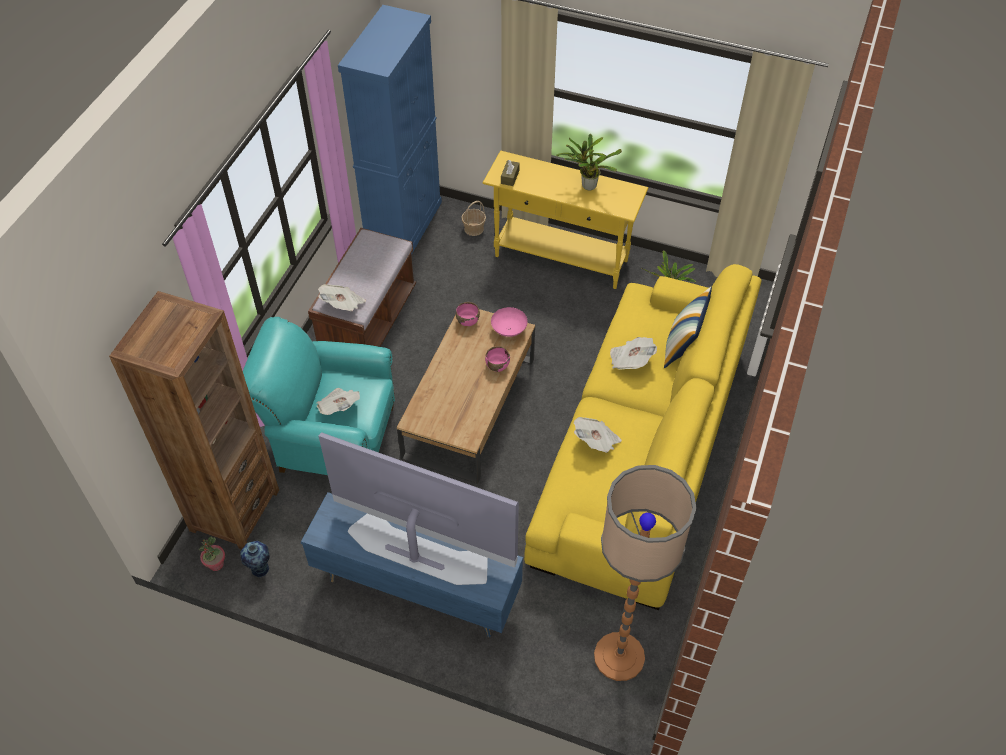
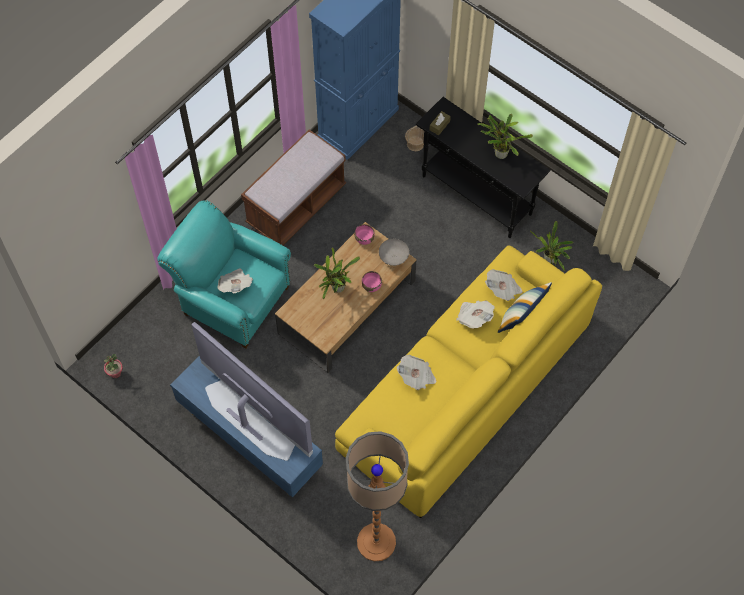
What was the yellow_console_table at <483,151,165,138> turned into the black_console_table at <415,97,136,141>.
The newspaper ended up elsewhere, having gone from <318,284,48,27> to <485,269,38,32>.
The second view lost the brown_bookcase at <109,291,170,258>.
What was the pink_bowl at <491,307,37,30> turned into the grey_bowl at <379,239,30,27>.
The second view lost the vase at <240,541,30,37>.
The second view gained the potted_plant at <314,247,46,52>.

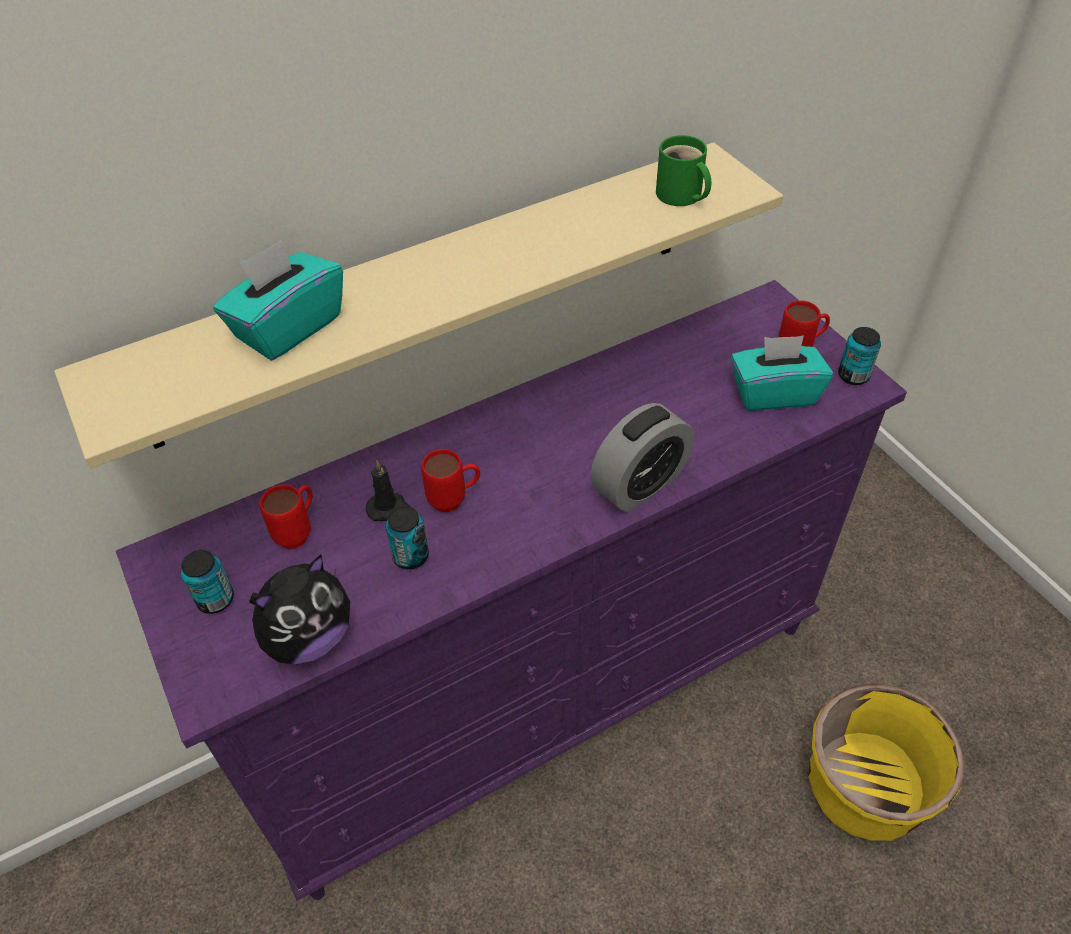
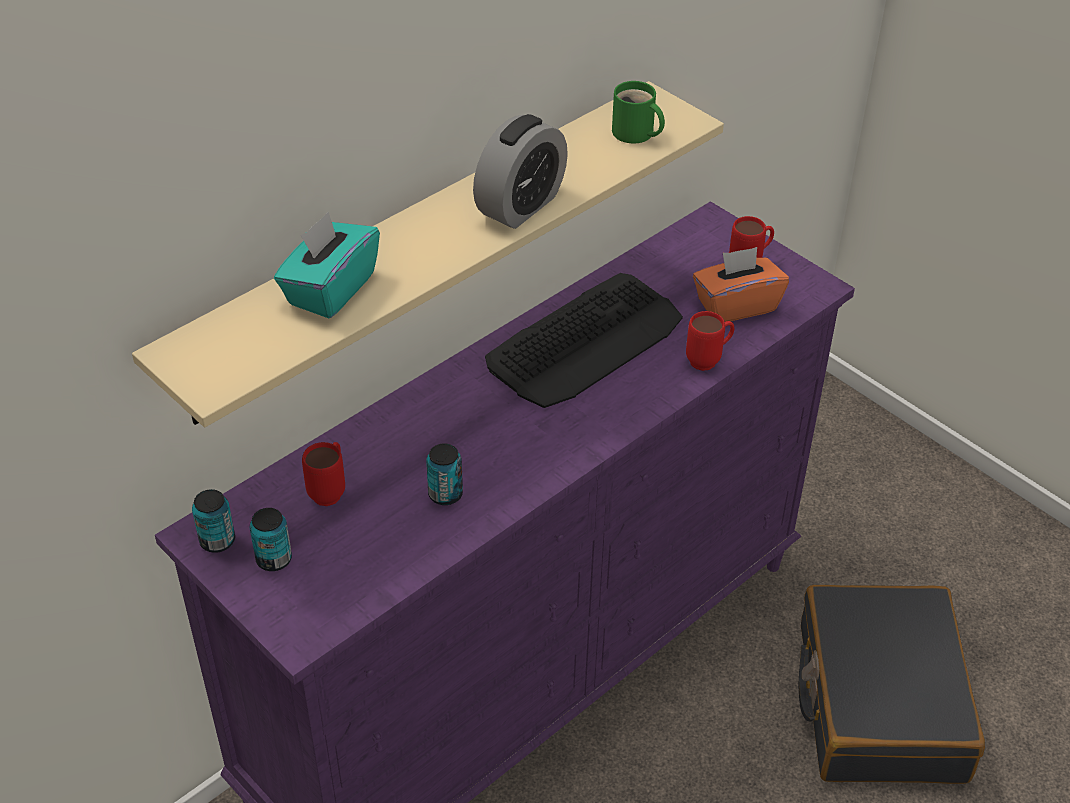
The can ended up elsewhere, having gone from <838,327,43,58> to <192,489,43,64>.
What was the turquoise_tissue_box at <731,336,102,74> turned into the orange_tissue_box at <693,247,96,75>.
The alarm_clock ended up elsewhere, having gone from <591,403,103,109> to <473,114,95,115>.
The red_mug ended up elsewhere, having gone from <421,449,59,63> to <686,311,48,60>.
The second view lost the black_candle at <366,460,44,61>.
The second view lost the plush_toy at <250,555,100,110>.
Where the yellow_planter stood at <809,683,156,158>, the black_suitcase came to stand at <799,585,186,199>.
The second view gained the keyboard at <485,273,198,135>.

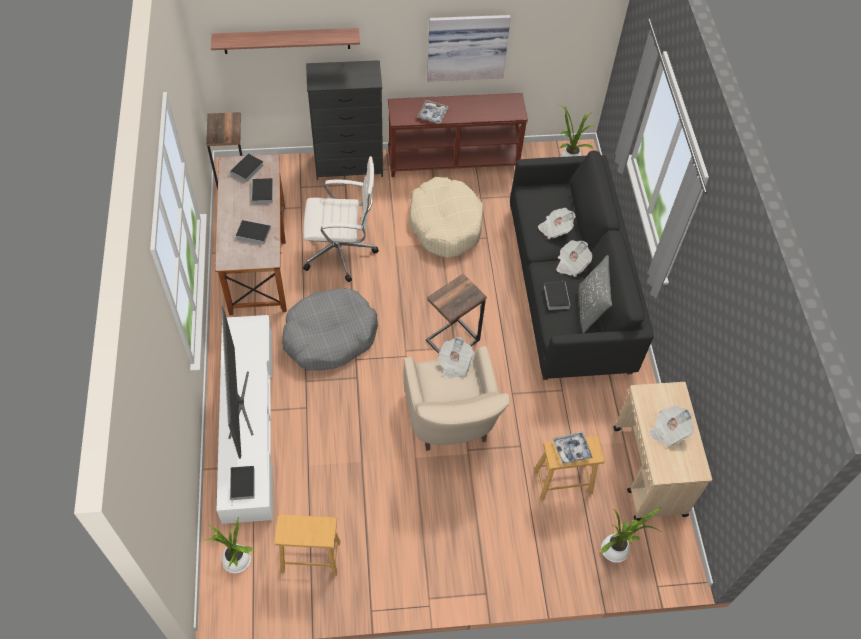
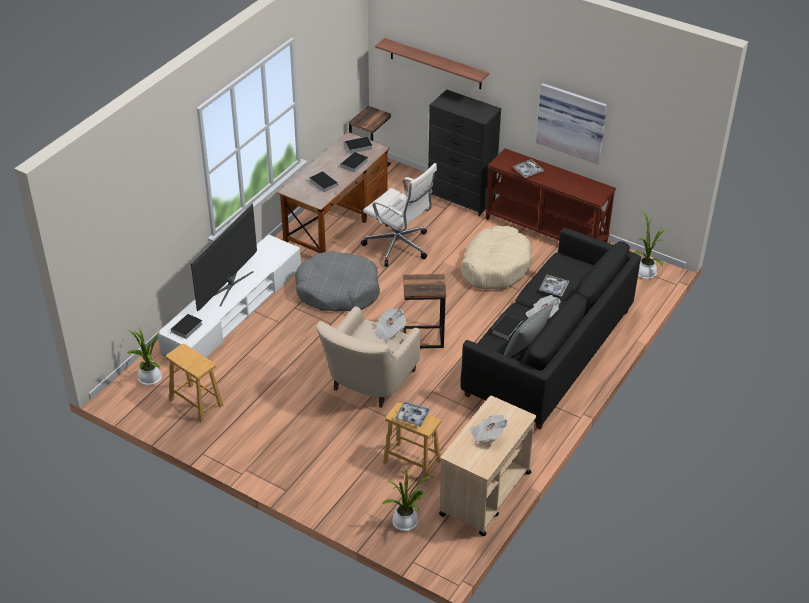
Where the newspaper stood at <538,208,38,31>, the tray came to stand at <539,275,30,22>.

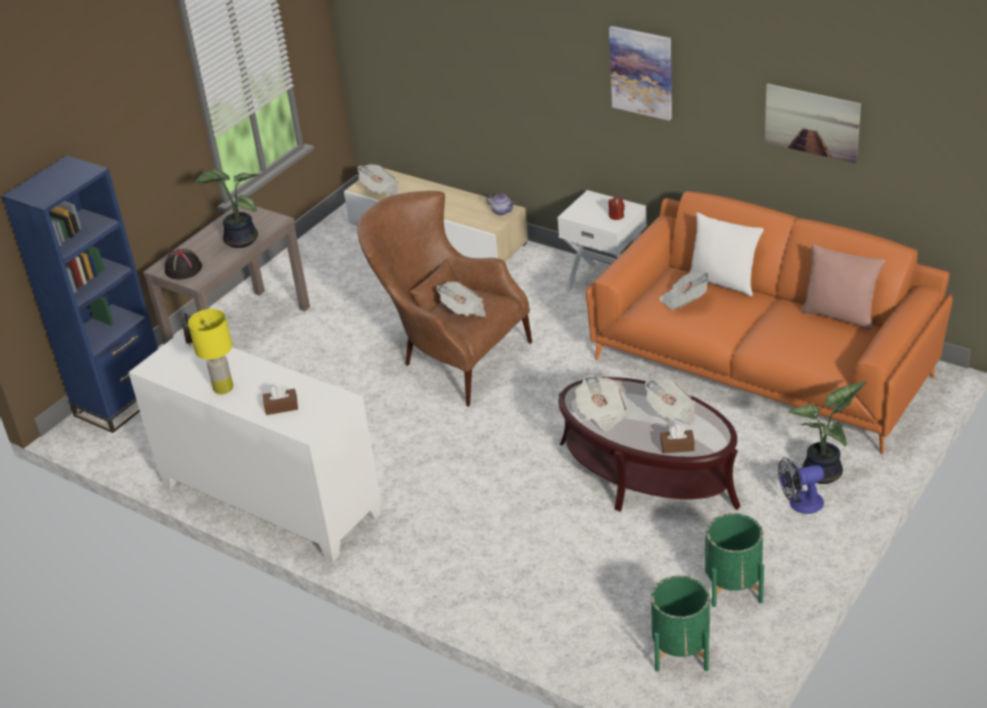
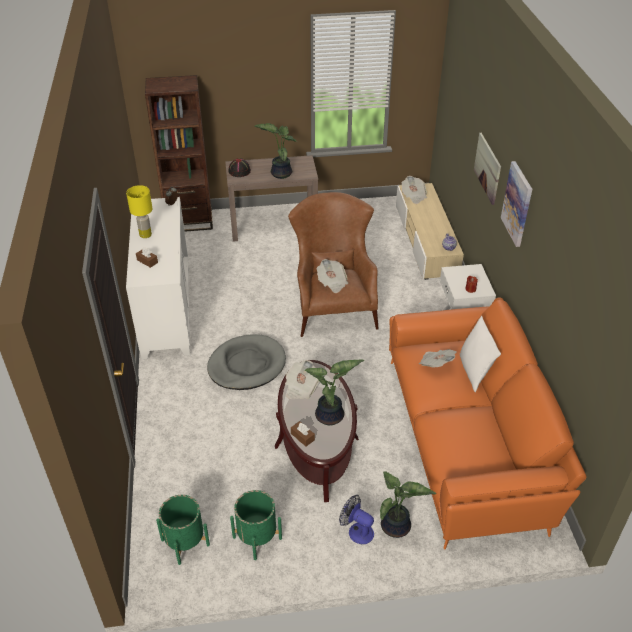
The picture ended up elsewhere, having gone from <765,84,96,80> to <474,133,27,72>.
What was the blue_bookcase at <2,155,156,278> turned into the brown_bookcase at <145,75,68,157>.
The second view lost the pink_pillow at <801,243,84,87>.
Where the newspaper stood at <645,377,51,47>, the potted_plant came to stand at <305,359,59,66>.
The second view gained the grey_dog_bed at <207,334,79,56>.

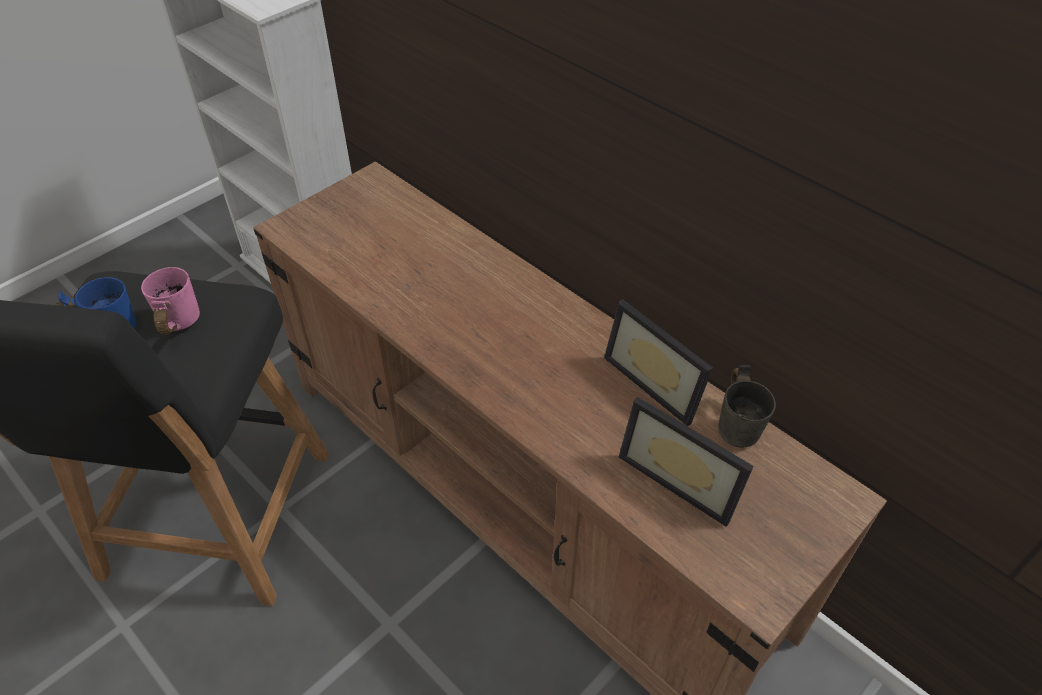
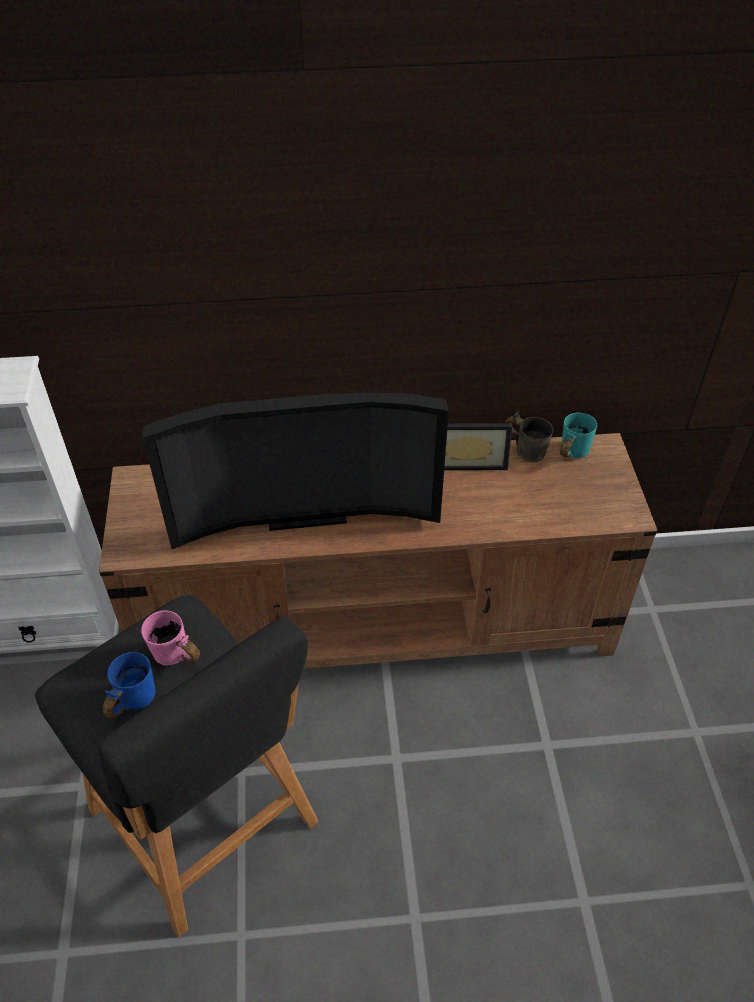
The second view lost the picture_frame at <619,396,135,131>.
The second view gained the television at <143,393,306,156>.
The second view gained the turquoise_mug at <560,413,37,45>.

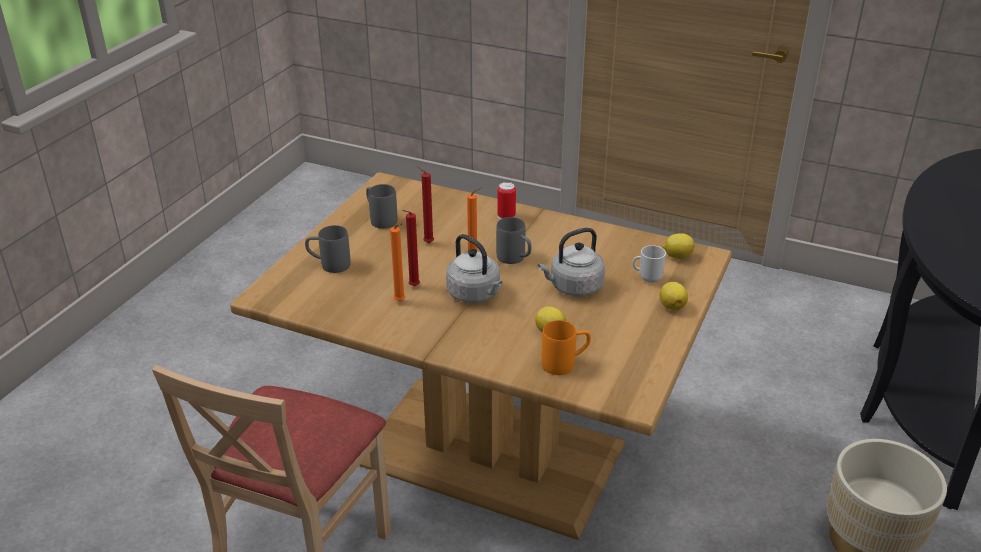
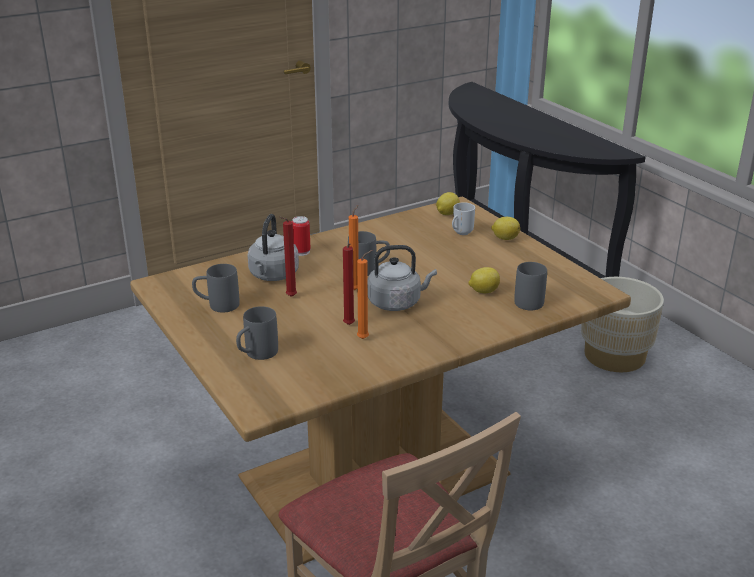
The grey_kettle ended up elsewhere, having gone from <538,228,67,68> to <248,214,51,67>.
What was the orange_mug at <541,320,50,55> turned into the grey_mug at <514,262,33,48>.

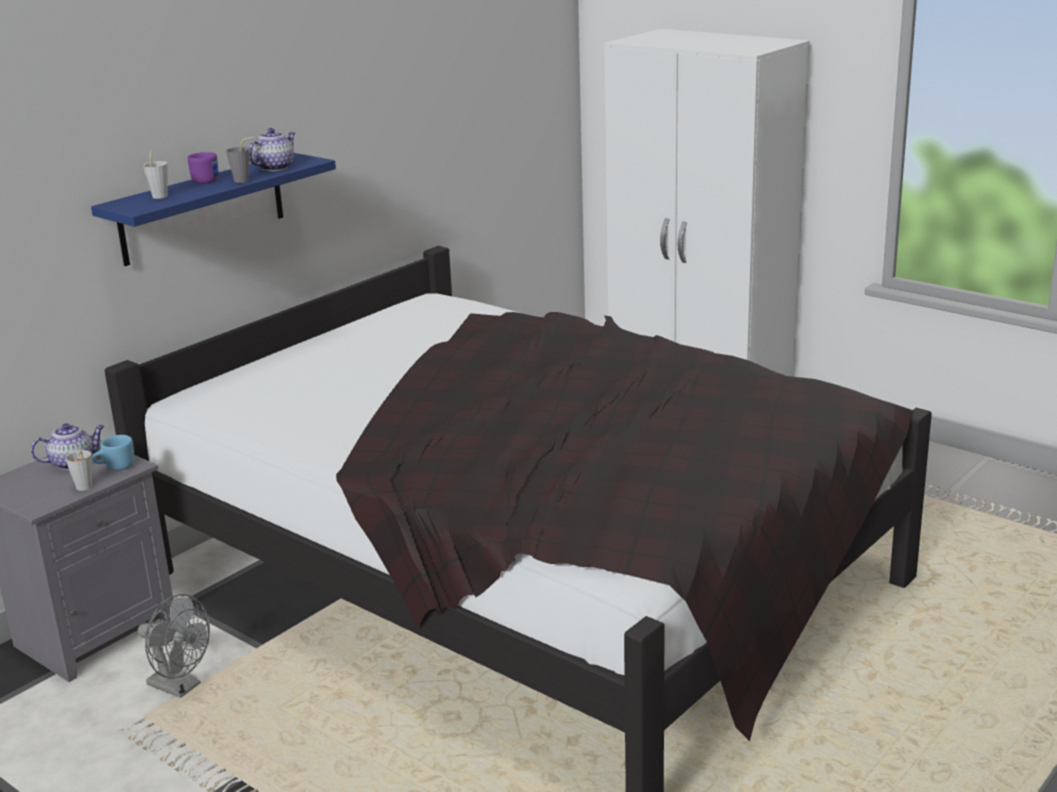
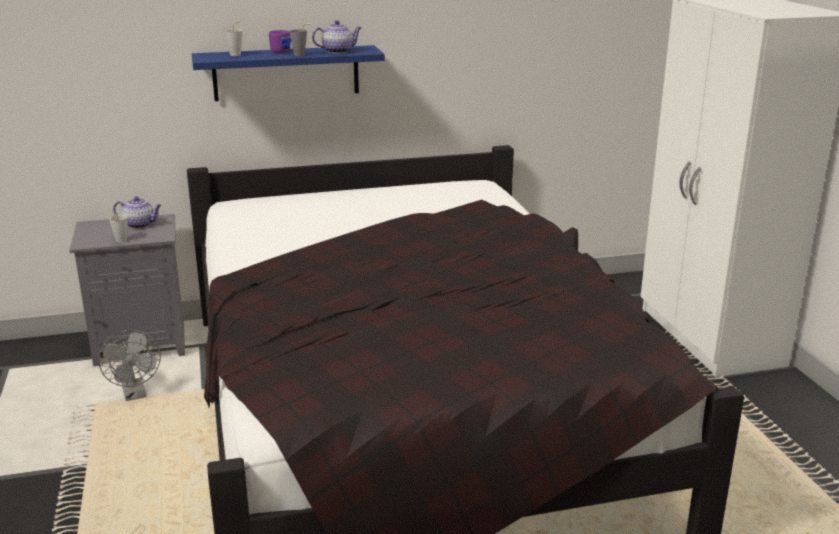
The second view lost the blue_mug at <92,435,43,36>.

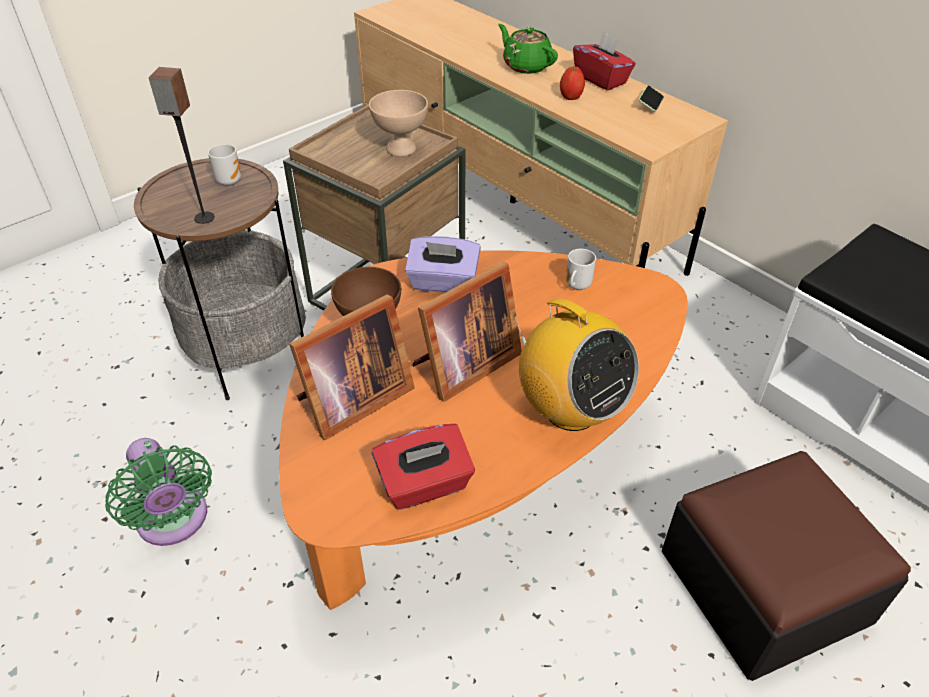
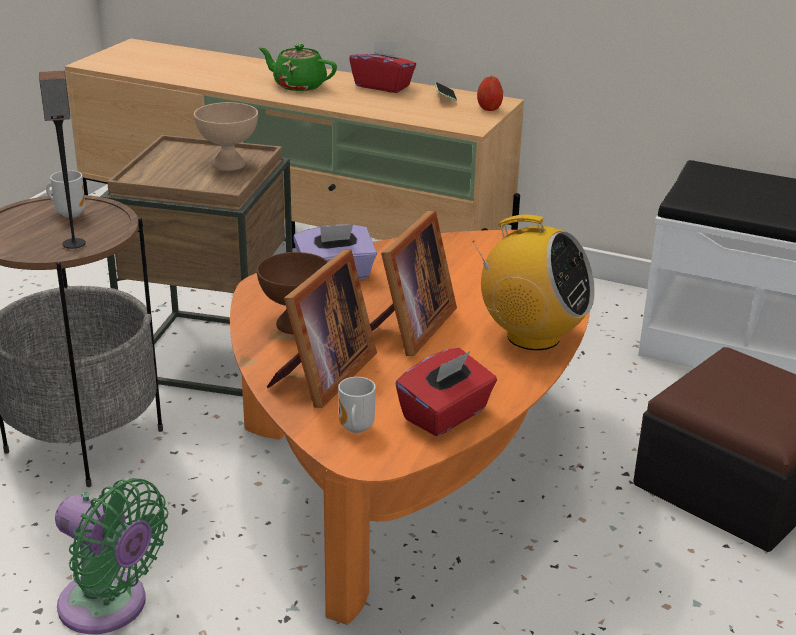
The apple ended up elsewhere, having gone from <560,67,25,33> to <477,76,26,35>.
The mug ended up elsewhere, having gone from <566,249,30,41> to <338,377,38,56>.

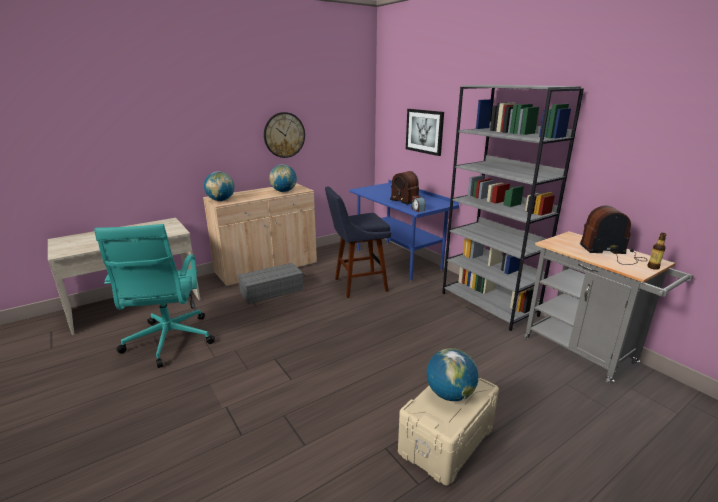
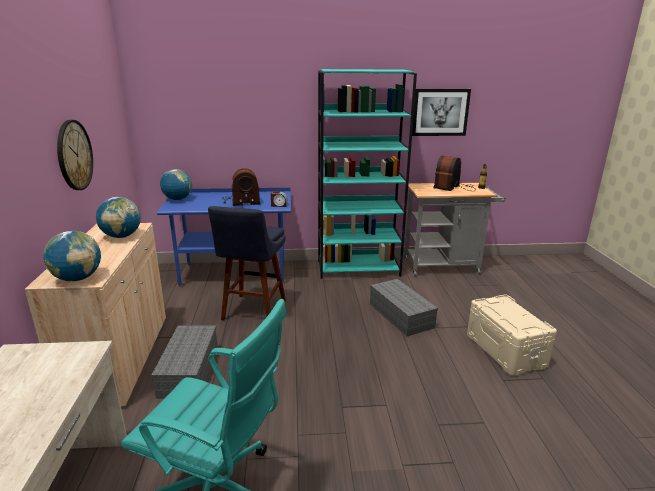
What was the grey_bookcase at <442,85,142,246> turned into the turquoise_bookcase at <318,69,99,210>.
The picture ended up elsewhere, having gone from <406,109,38,47> to <412,89,59,47>.
The globe ended up elsewhere, having gone from <427,348,52,53> to <160,169,32,31>.
The second view gained the grey_storage_box at <370,279,68,57>.

